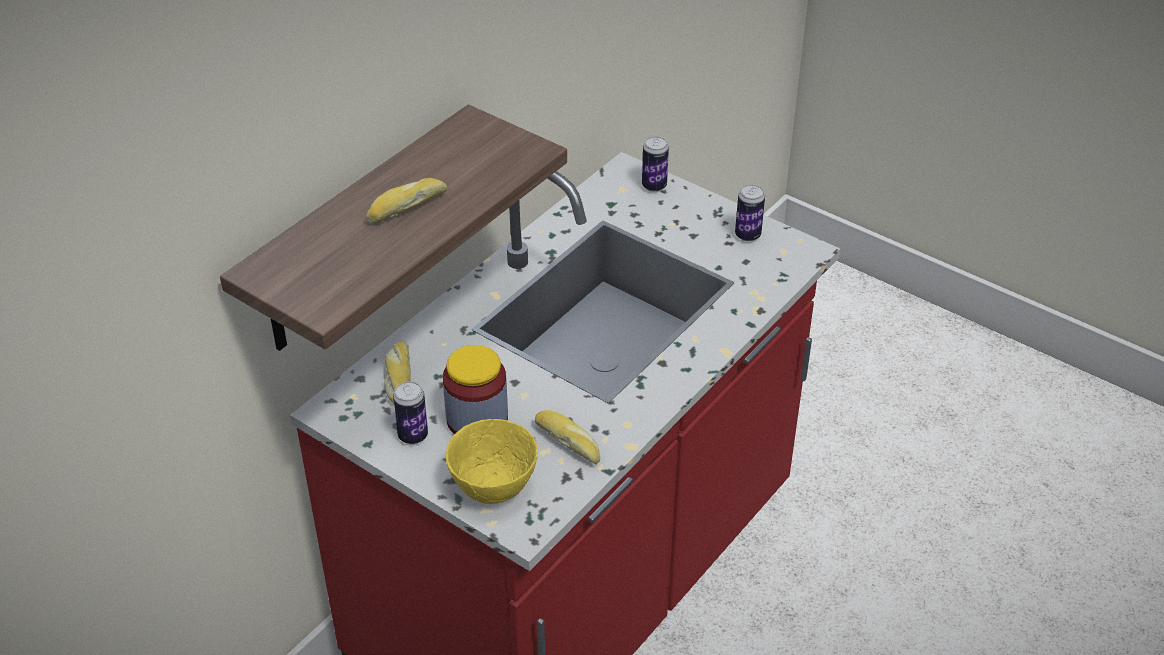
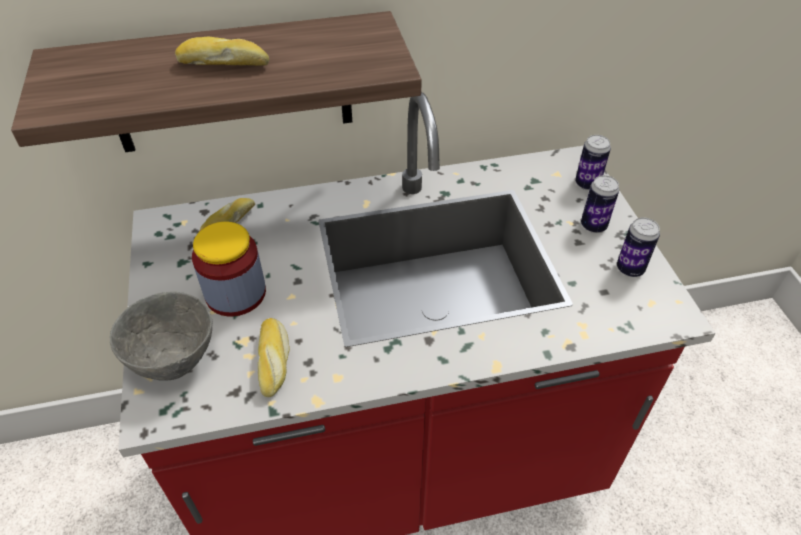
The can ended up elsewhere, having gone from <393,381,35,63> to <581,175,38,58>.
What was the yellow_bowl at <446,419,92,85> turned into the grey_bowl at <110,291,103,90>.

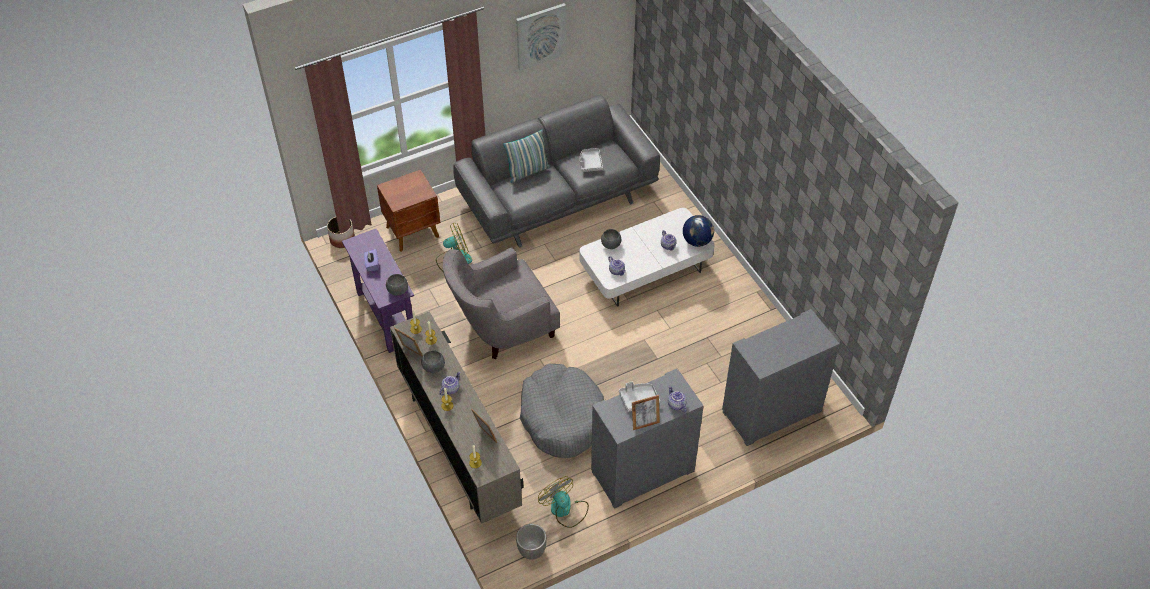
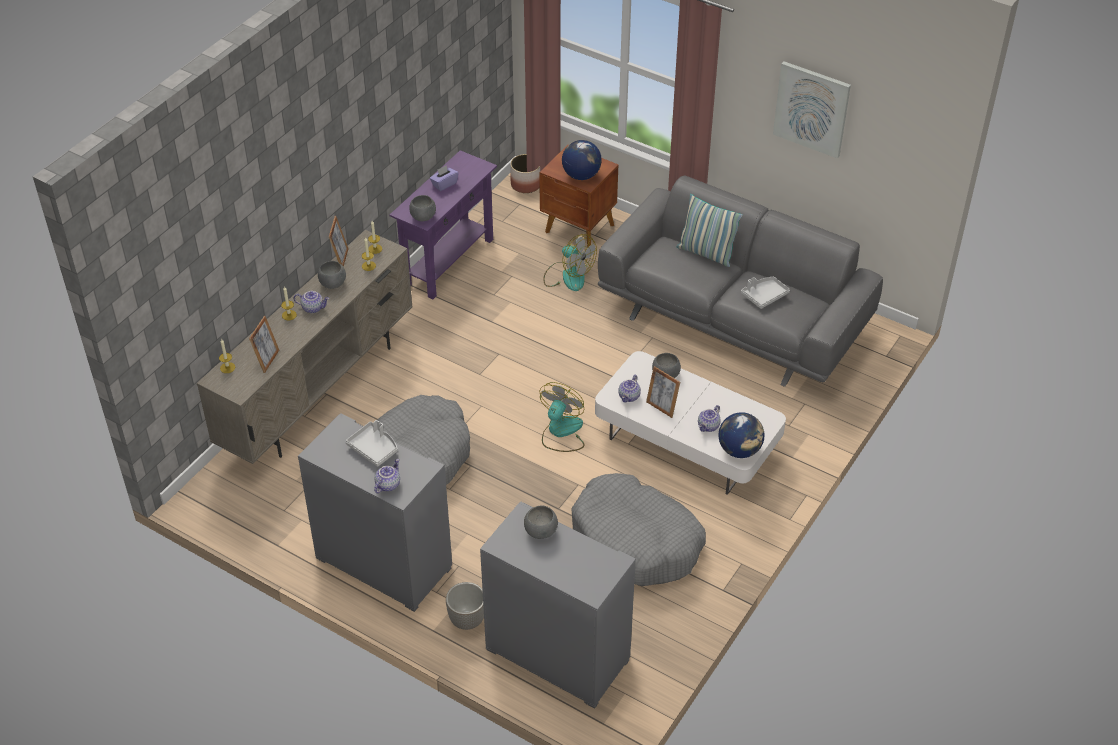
The second view lost the grey_armchair at <443,247,117,112>.
The picture_frame ended up elsewhere, having gone from <632,395,28,35> to <646,366,34,52>.
The fan ended up elsewhere, having gone from <538,476,51,52> to <539,382,46,70>.
The planter ended up elsewhere, having gone from <516,524,31,36> to <446,582,38,48>.
The second view gained the globe at <562,140,40,40>.
The second view gained the grey_dog_bed at <571,473,135,113>.
The second view gained the grey_bowl at <524,505,34,34>.

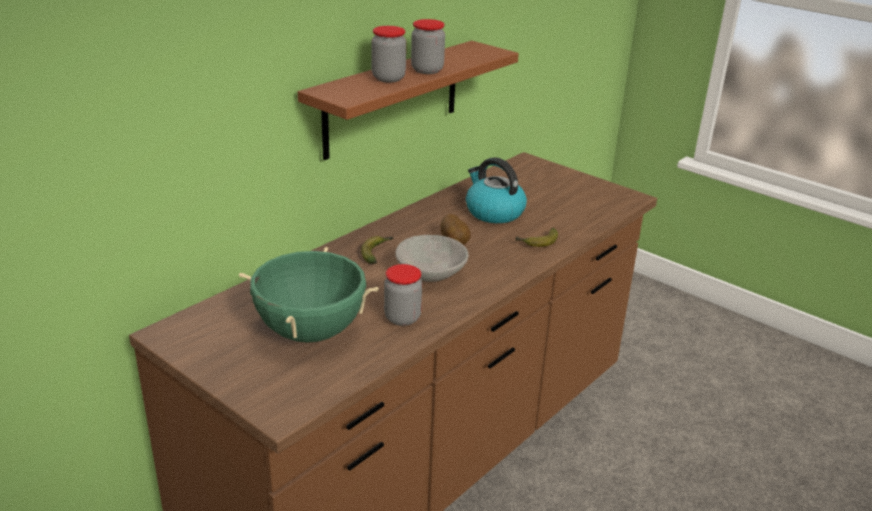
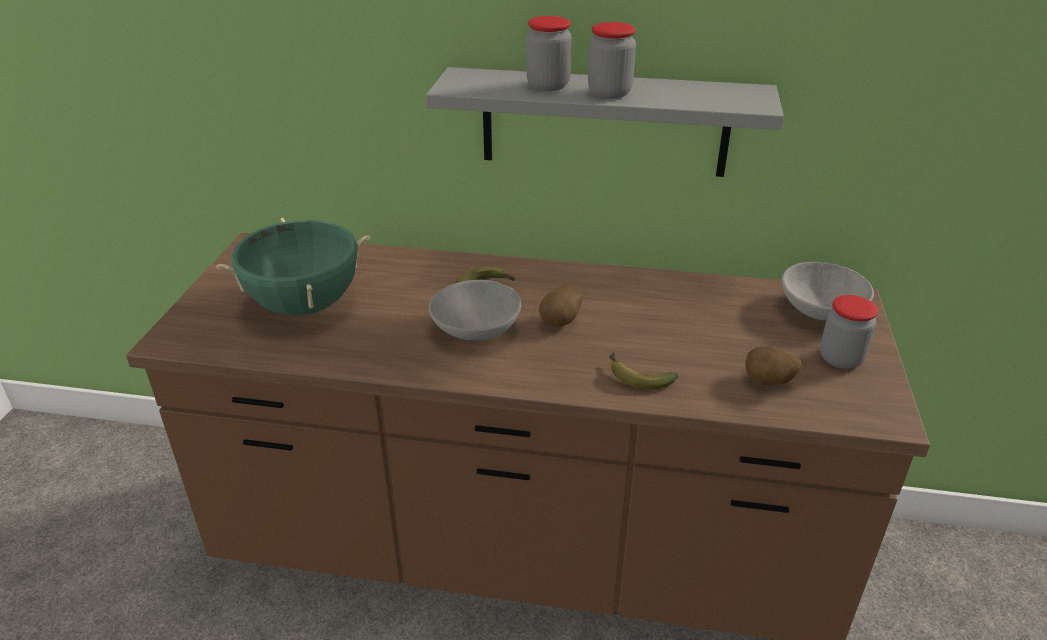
What was the brown_shelf at <298,41,221,119> turned into the grey_shelf at <426,67,358,110>.
The second view lost the kettle at <466,157,61,66>.
The jar ended up elsewhere, having gone from <384,264,38,62> to <820,295,58,74>.
The second view gained the grey_bowl at <781,262,93,59>.
The second view gained the potato at <746,346,56,39>.

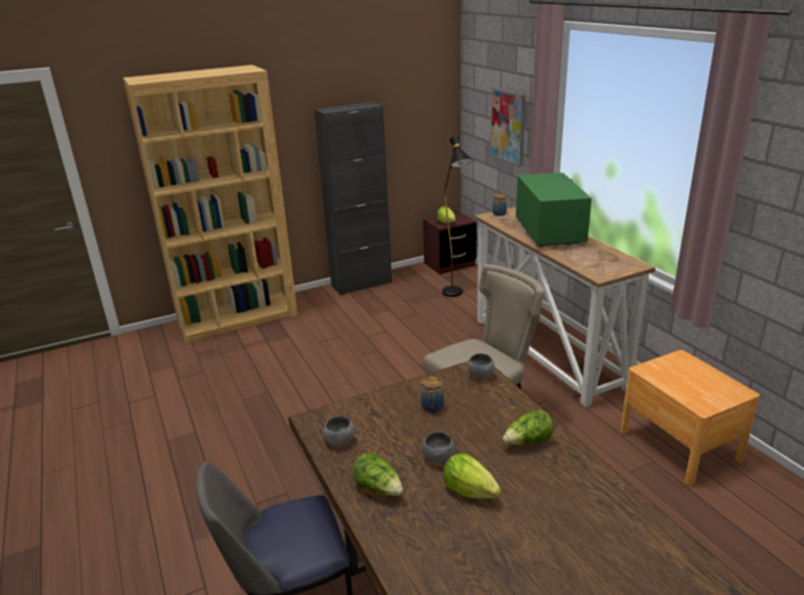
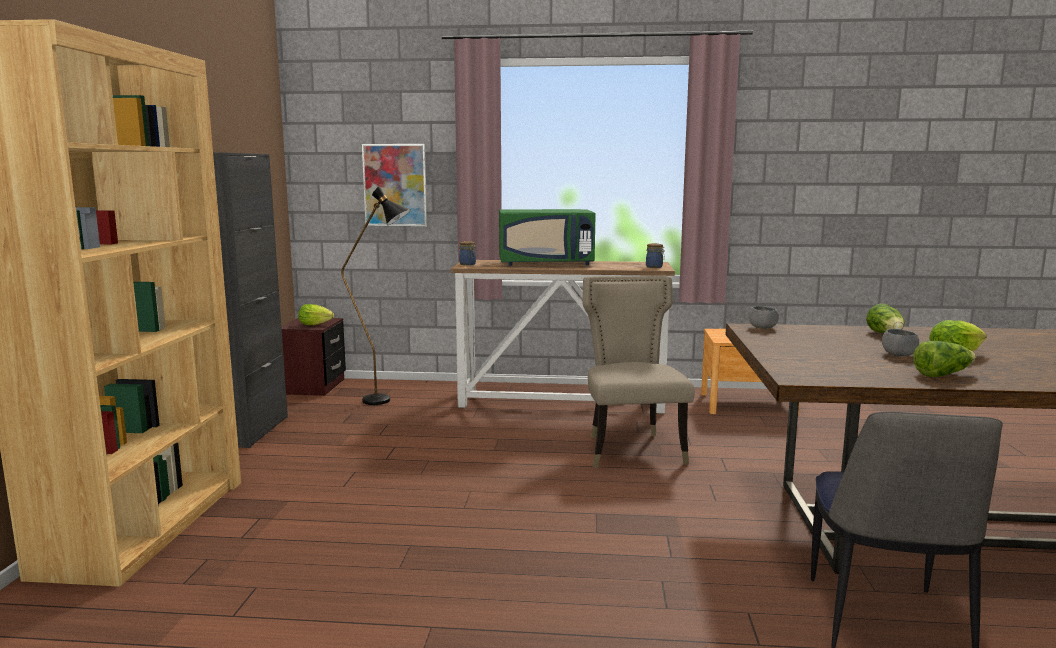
The green_microwave at <516,173,76,74> ended up facing another way, 150 degrees clockwise from before.
The jar ended up elsewhere, having gone from <421,376,23,37> to <646,243,19,25>.
The second view lost the grey_bowl at <323,416,32,30>.

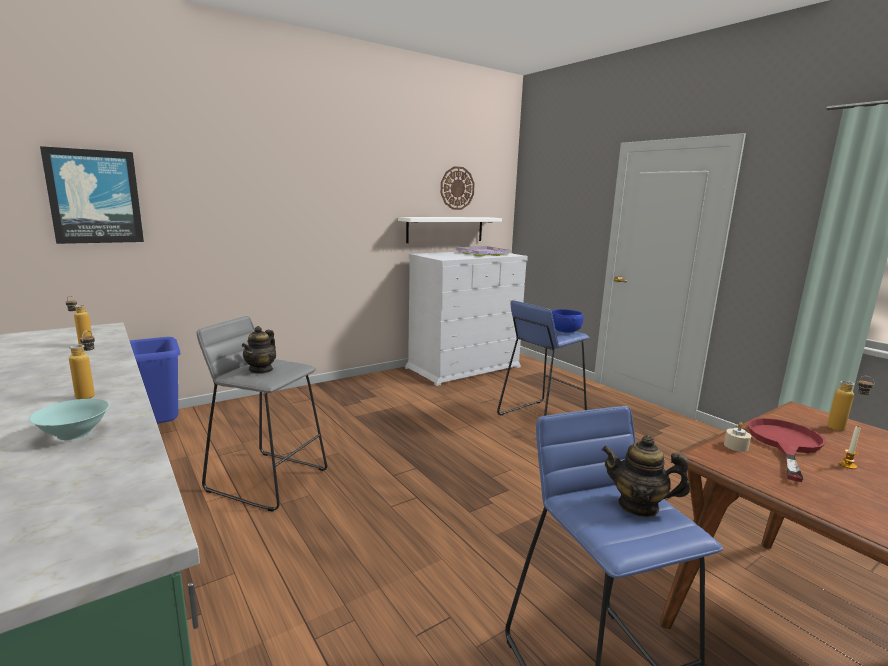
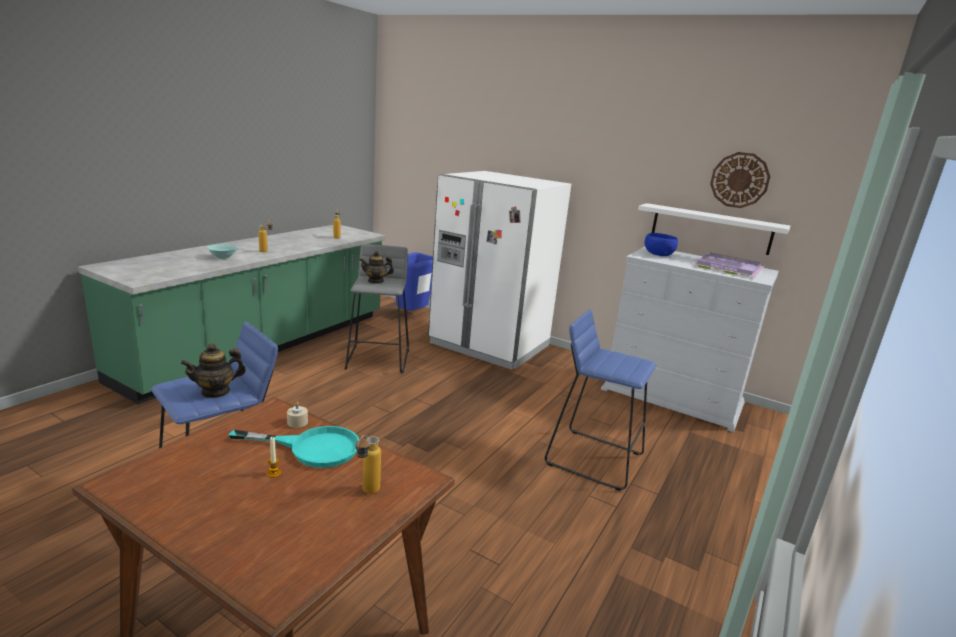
The second view lost the picture at <40,146,104,98>.
The blue_bowl ended up elsewhere, having gone from <552,309,32,24> to <645,233,33,23>.
What was the red_frying_pan at <748,418,78,64> turned into the turquoise_frying_pan at <229,426,130,42>.
The teapot at <602,435,88,82> ended up facing another way, 120 degrees counterclockwise from before.
The second view gained the white_fridge at <428,171,143,199>.

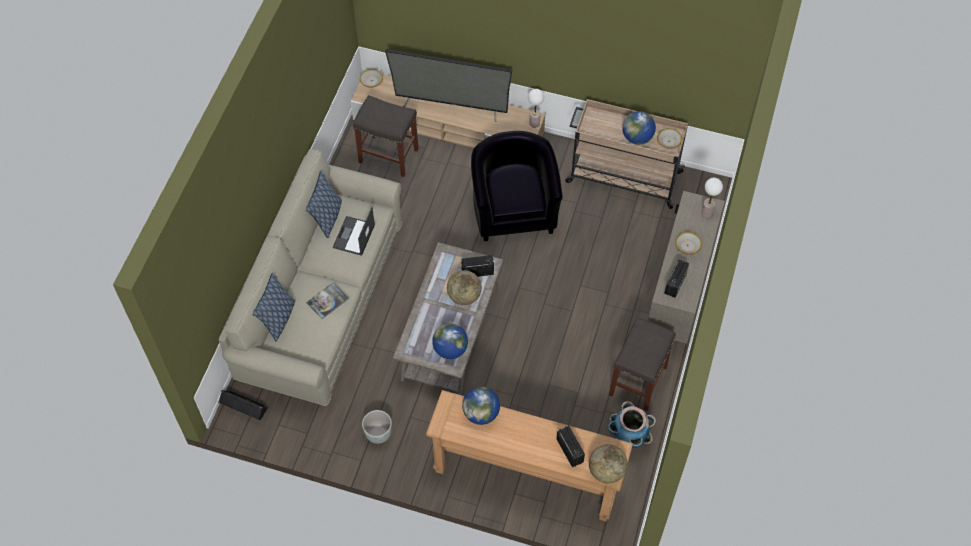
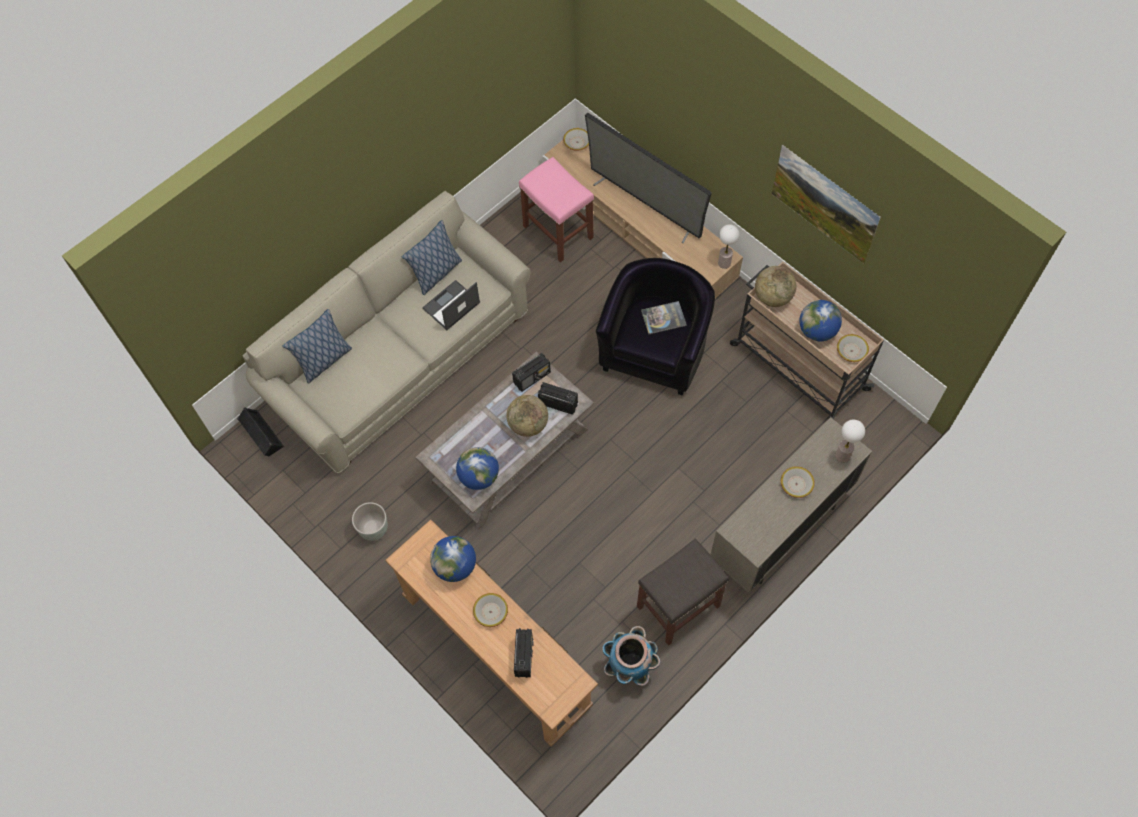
What was the grey_stool at <353,95,66,82> turned into the pink_stool at <519,157,75,105>.
The radio ended up elsewhere, having gone from <665,259,24,39> to <512,353,39,39>.
The book ended up elsewhere, having gone from <306,282,43,37> to <641,301,46,33>.
The globe ended up elsewhere, having gone from <589,444,39,39> to <755,266,41,41>.
The second view gained the picture at <772,144,109,119>.
The second view gained the bowl at <473,593,35,34>.

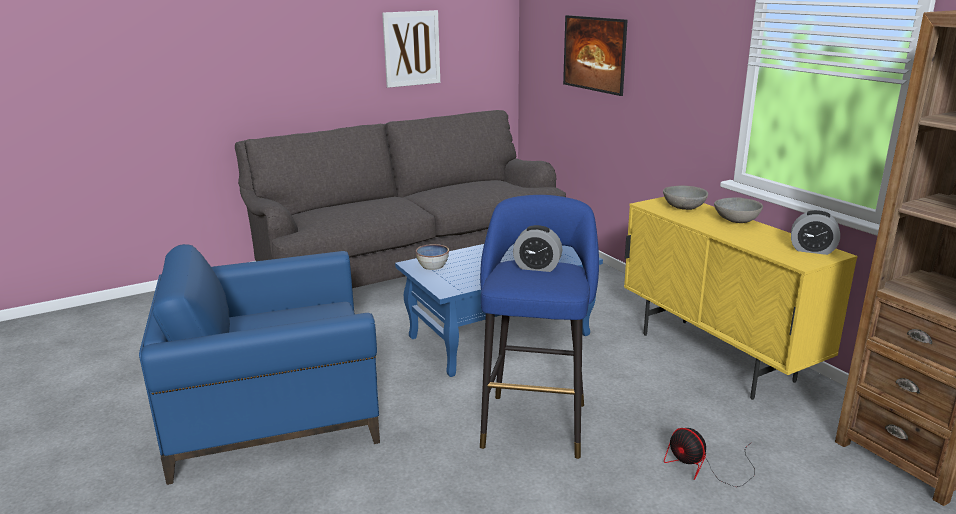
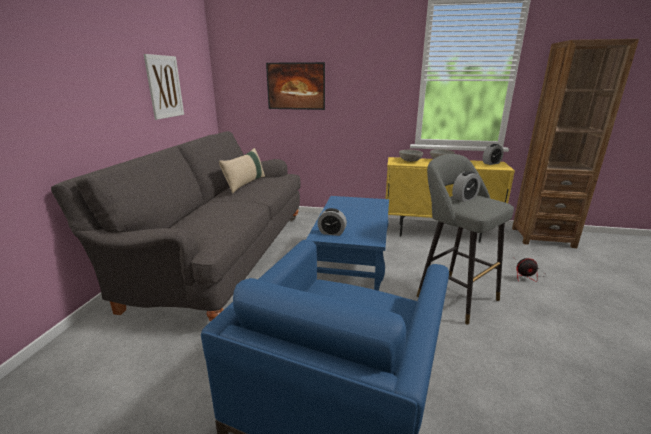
What was the blue_stool at <480,195,119,264> turned into the grey_stool at <417,154,97,171>.
Where the bowl stood at <416,244,33,26>, the alarm_clock came to stand at <317,208,30,28>.
The second view gained the beige_pillow at <219,148,46,45>.

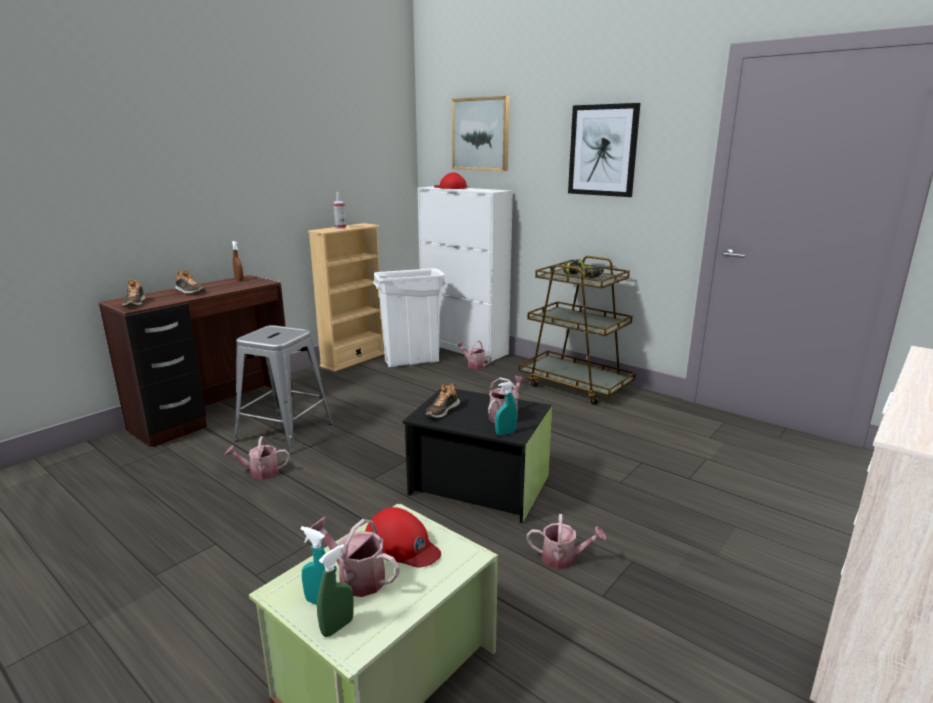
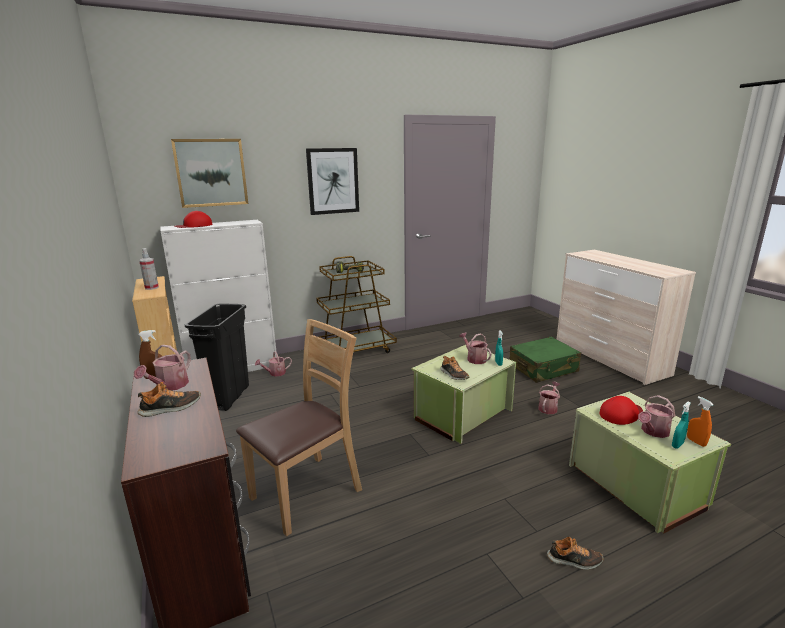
What was the white_trash_can at <373,268,73,99> turned into the black_trash_can at <185,304,64,107>.
The shoe ended up elsewhere, having gone from <122,279,24,27> to <547,537,56,33>.
Where the grey_stool stood at <234,325,99,129>, the brown_chair came to stand at <236,319,126,217>.
What was the black_storage_box at <403,389,149,134> turned into the green_storage_box at <411,345,105,99>.
The watering_can ended up elsewhere, having gone from <225,436,65,44> to <134,345,57,45>.
What was the green_spray_bottle at <317,544,37,93> turned into the orange_spray_bottle at <687,396,26,51>.
The second view gained the green_suitcase at <510,337,71,46>.

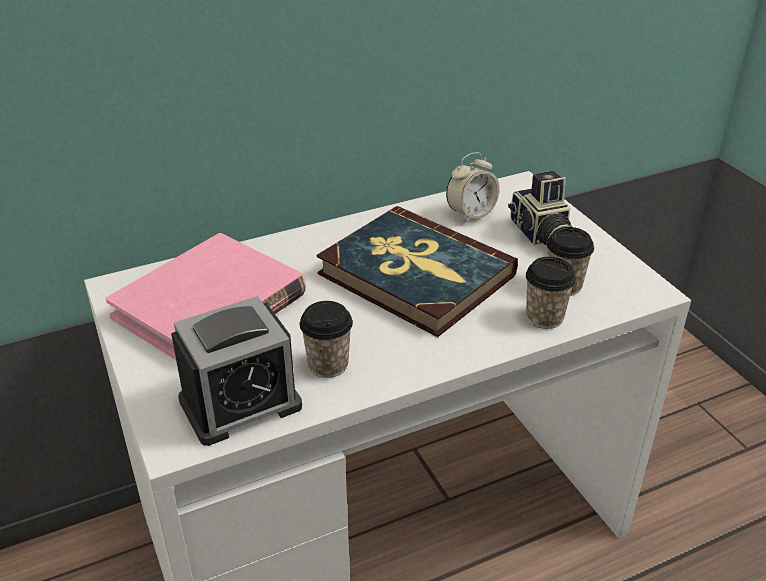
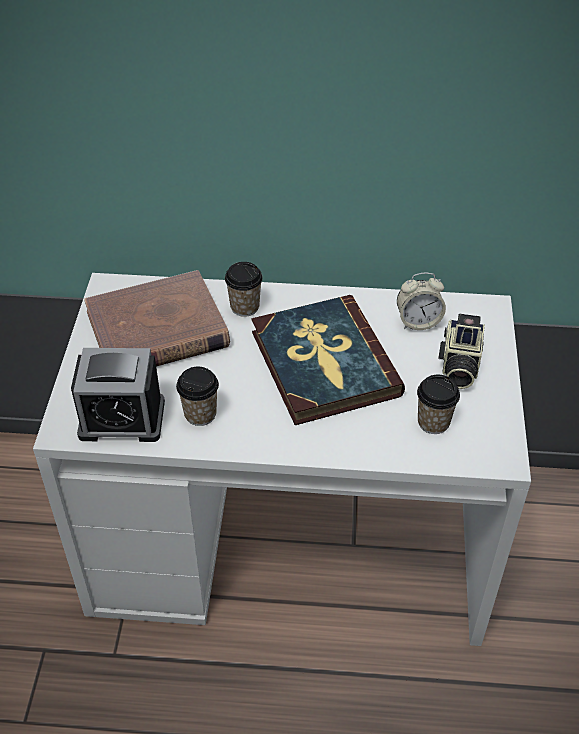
What was the pink_book at <105,233,201,127> turned into the brown_book at <84,270,146,97>.
The cup ended up elsewhere, having gone from <526,257,50,72> to <225,262,38,55>.

